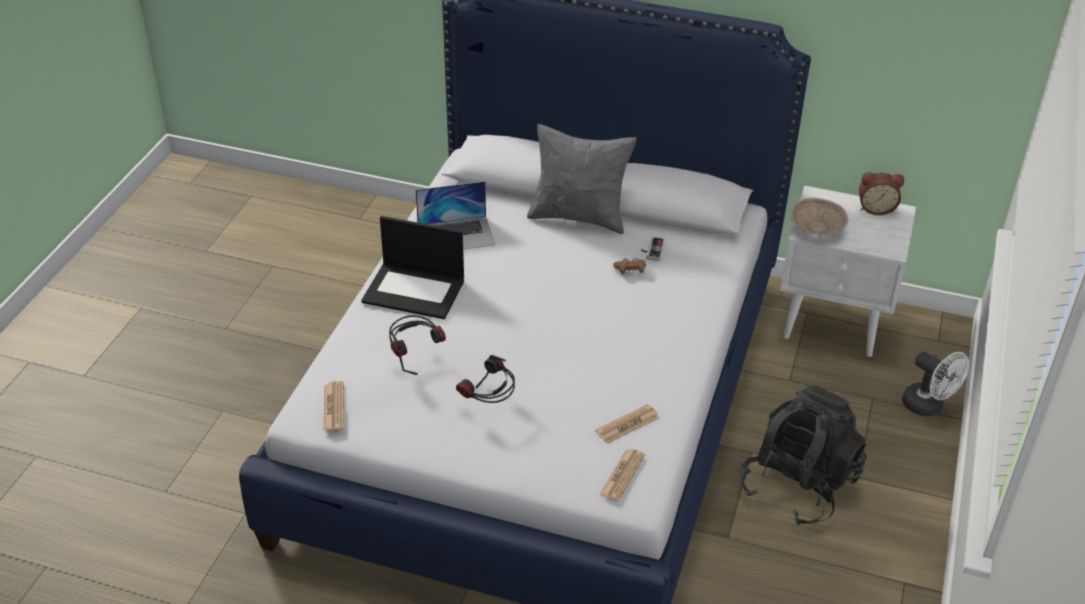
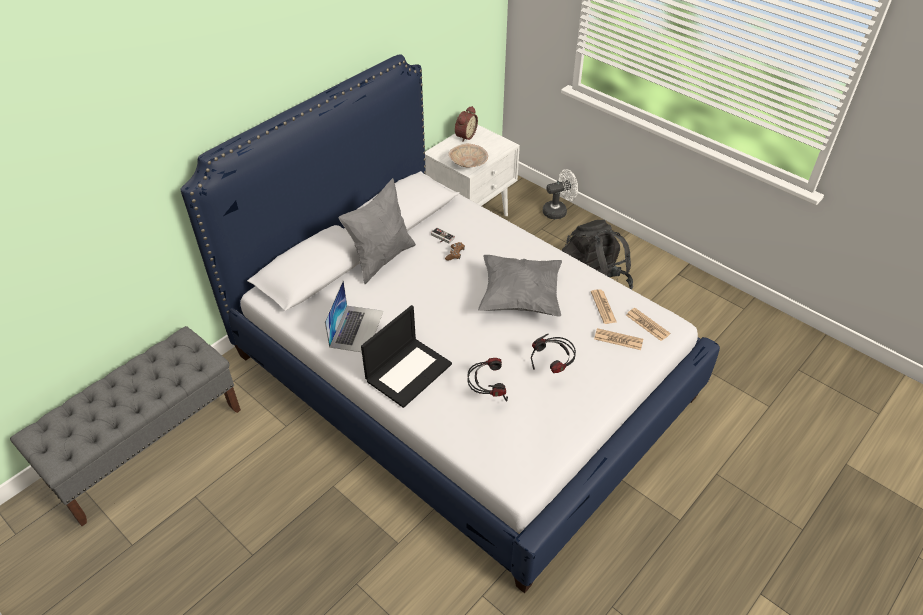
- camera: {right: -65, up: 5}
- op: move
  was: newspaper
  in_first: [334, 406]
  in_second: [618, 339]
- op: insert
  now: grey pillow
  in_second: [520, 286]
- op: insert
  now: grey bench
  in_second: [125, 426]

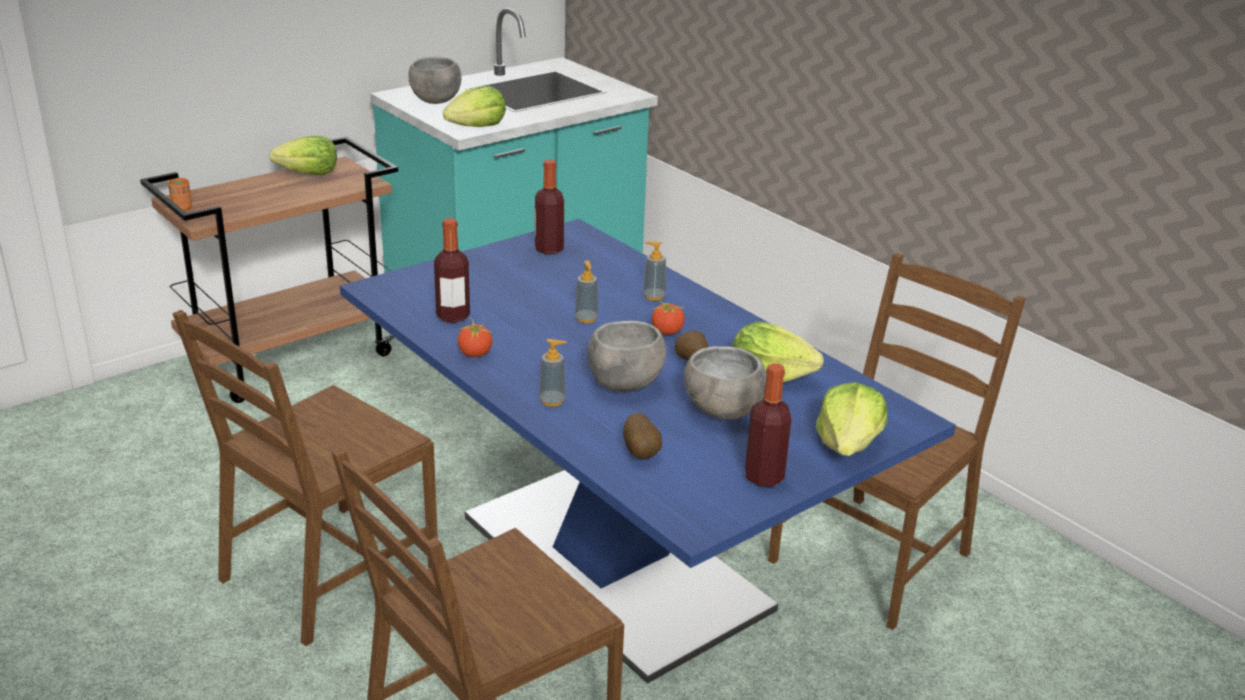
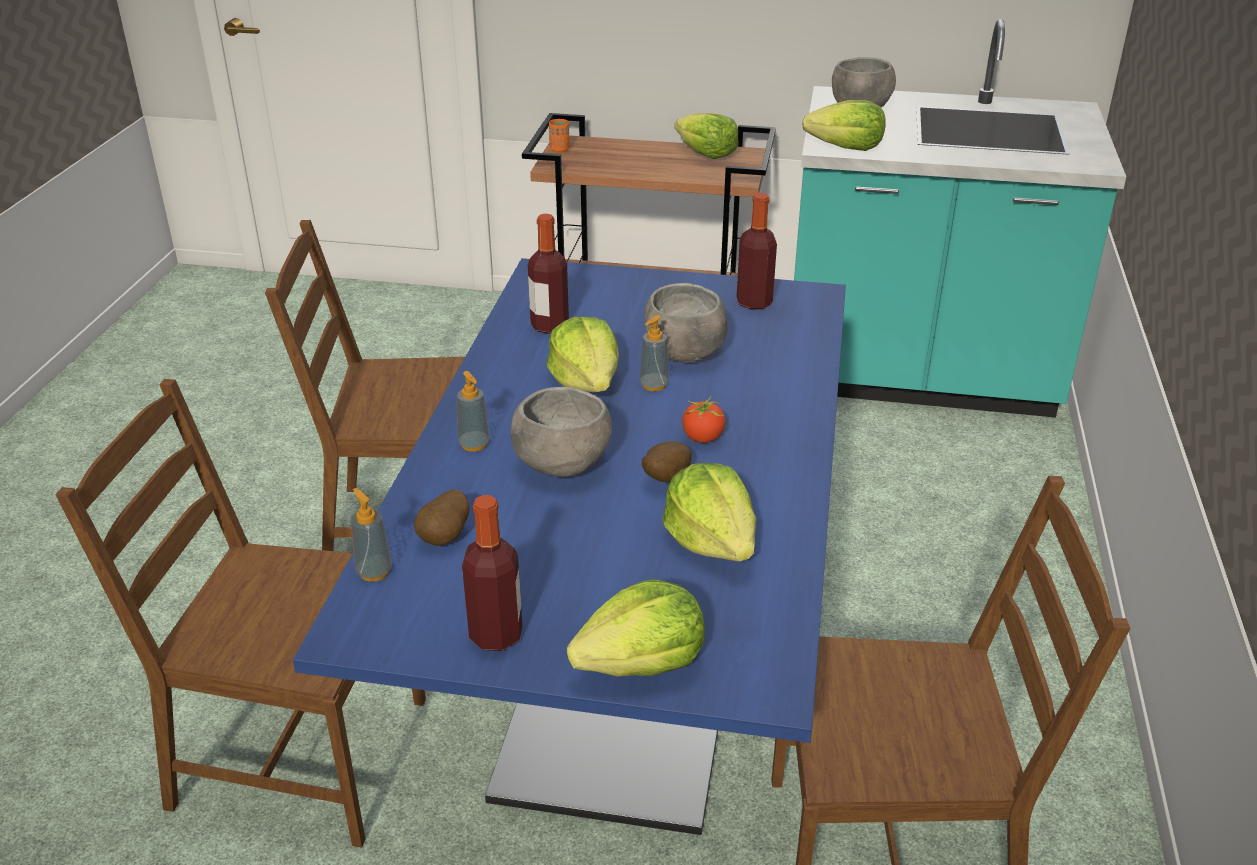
- camera: {right: 50, up: 5}
- op: move
  was: soap dispenser
  in_first: [654, 271]
  in_second: [371, 535]
- op: delete
  was: tomato
  in_first: [475, 337]
- op: move
  was: grey bowl
  in_first: [725, 383]
  in_second: [686, 322]
- op: insert
  now: lettuce
  in_second: [583, 354]

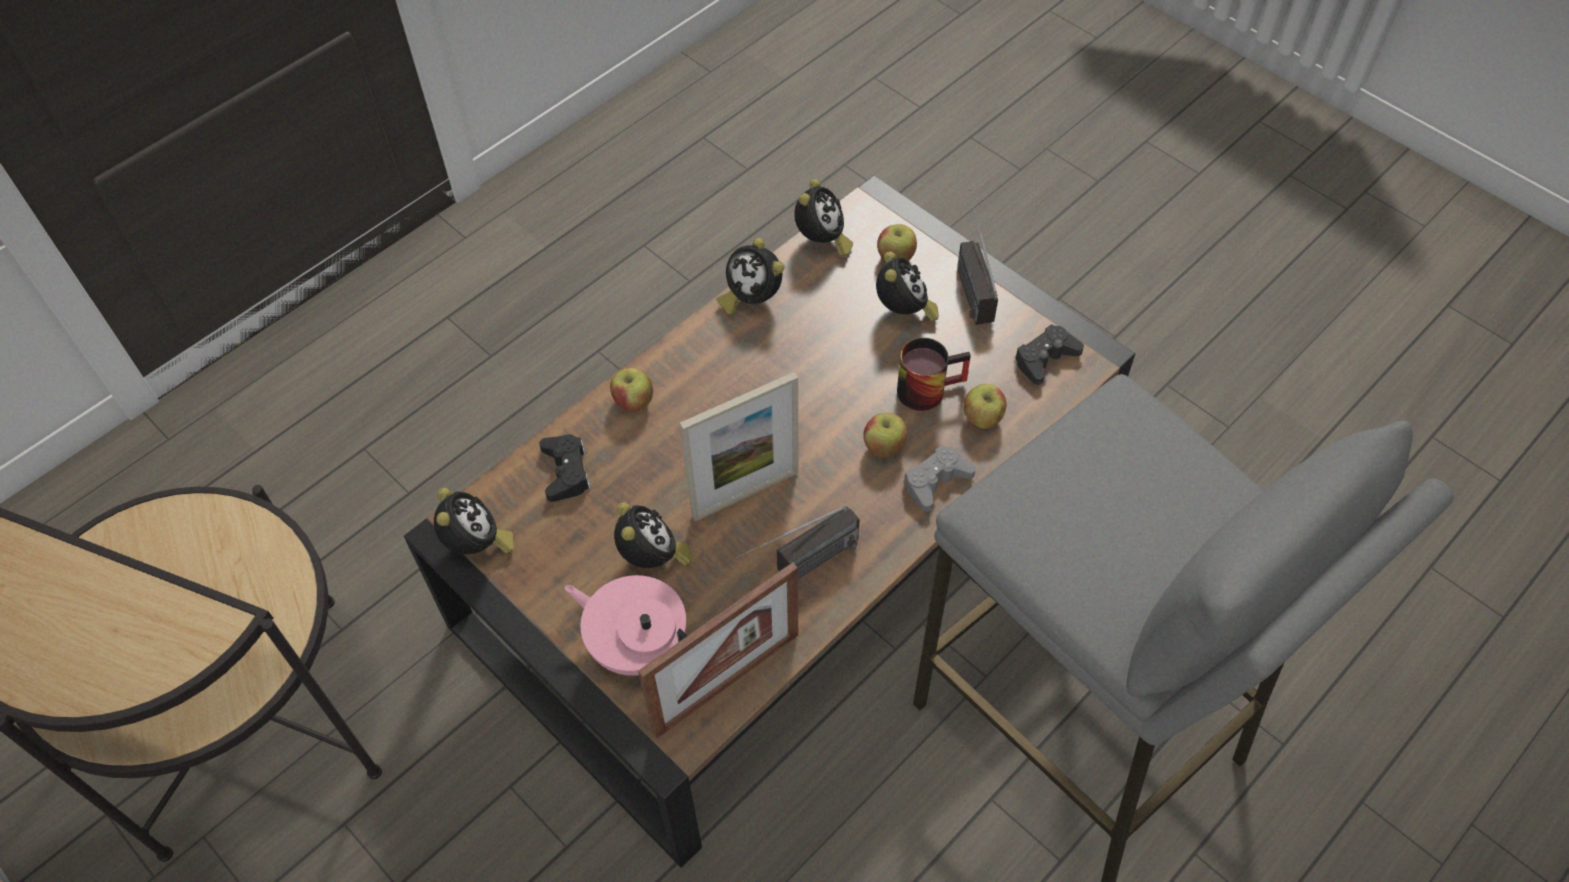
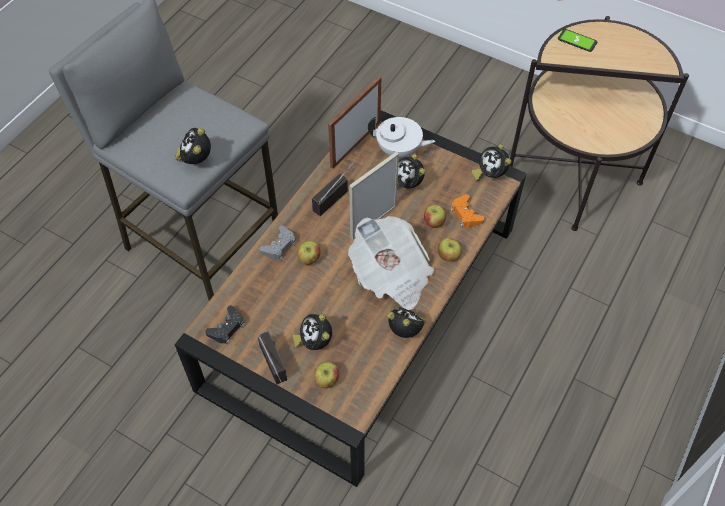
- camera: {right: 165, up: 0}
- op: move
  was: alarm clock
  in_first: [823, 218]
  in_second: [193, 146]
- op: delete
  was: mug
  in_first: [934, 374]
- op: move
  was: apple
  in_first: [985, 406]
  in_second: [435, 216]
- op: recolor
  was: black game controller
  now: orange game controller
  in_first: [565, 468]
  in_second: [467, 211]
- op: recolor
  was: pink teapot
  now: white teapot
  in_first: [626, 625]
  in_second: [401, 137]
- op: insert
  now: phone
  in_second: [577, 40]
- op: insert
  now: newspaper
  in_second: [391, 263]

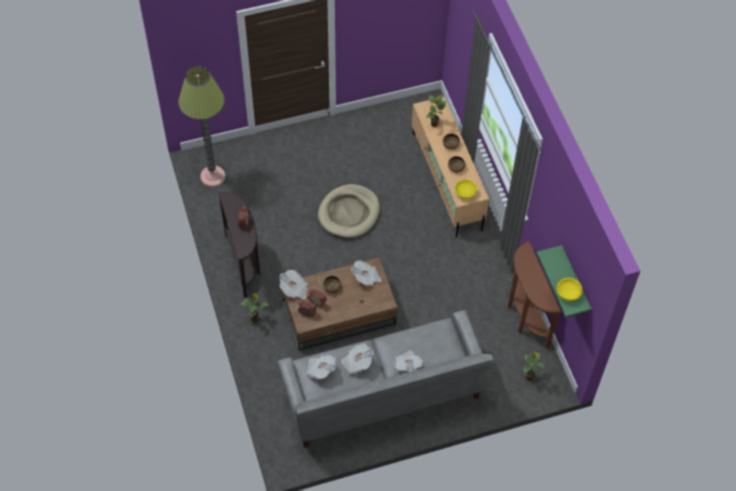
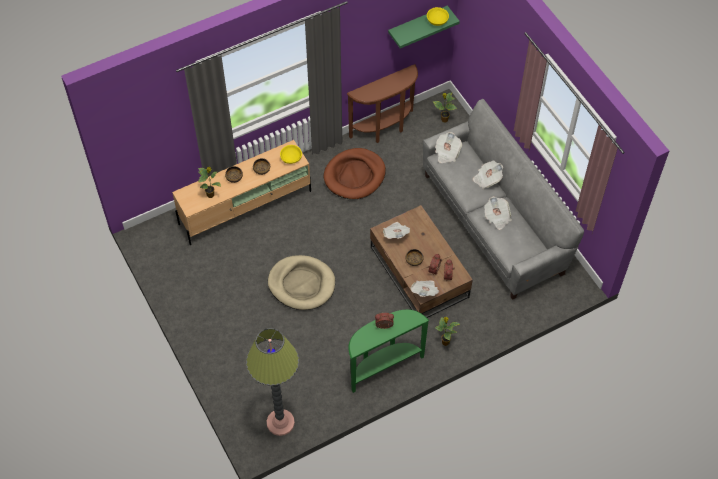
- camera: {right: -100, up: 0}
- op: recolor
  was: brown console table
  now: green console table
  in_first: [239, 245]
  in_second: [389, 351]
- op: move
  was: newspaper
  in_first: [321, 367]
  in_second: [448, 147]
- op: insert
  now: brown dog bed
  in_second: [355, 173]

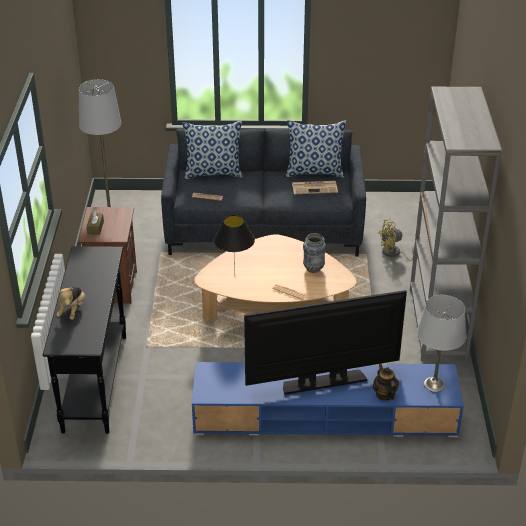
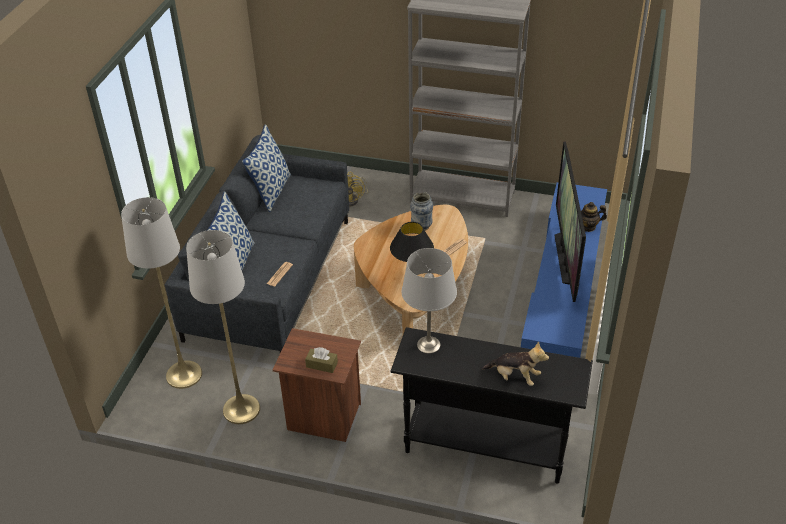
- camera: {right: -75, up: 5}
- op: delete
  was: newspaper
  in_first: [315, 187]
- op: move
  was: grey table lamp
  in_first: [441, 343]
  in_second: [429, 301]
- op: insert
  now: grey floor lamp
  in_second: [161, 293]

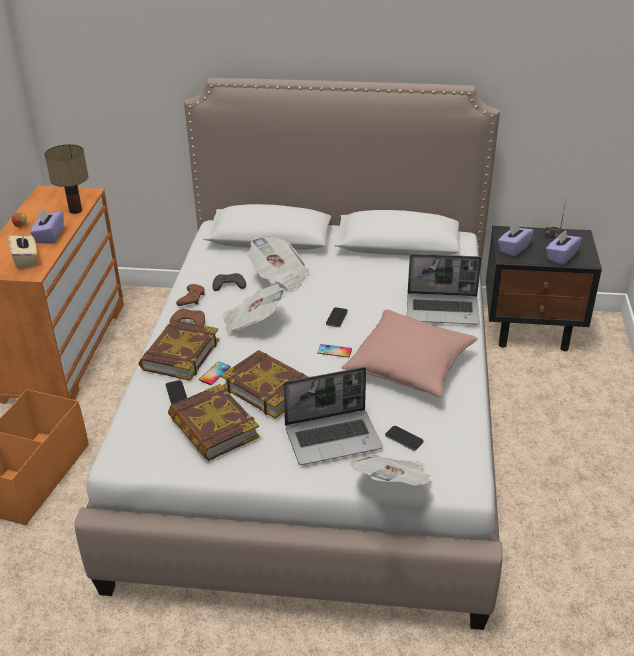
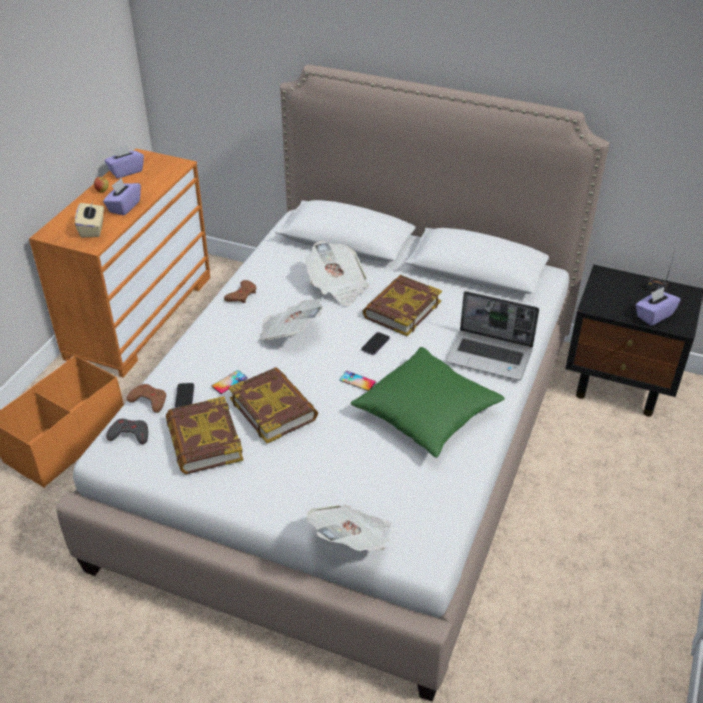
- camera: {right: 15, up: 5}
- op: delete
  was: table lamp
  in_first: [66, 179]
- op: move
  was: purple tissue box
  in_first: [516, 239]
  in_second: [124, 161]
- op: move
  was: grey game controller
  in_first: [229, 282]
  in_second: [127, 431]
- op: move
  was: brown game controller
  in_first: [187, 317]
  in_second: [146, 398]
- op: recolor
  was: pink pillow
  now: green pillow
  in_first: [409, 354]
  in_second: [428, 402]
- op: move
  was: book
  in_first: [179, 350]
  in_second: [402, 305]
- op: delete
  was: laptop
  in_first: [333, 416]
- op: delete
  was: phone
  in_first: [404, 438]

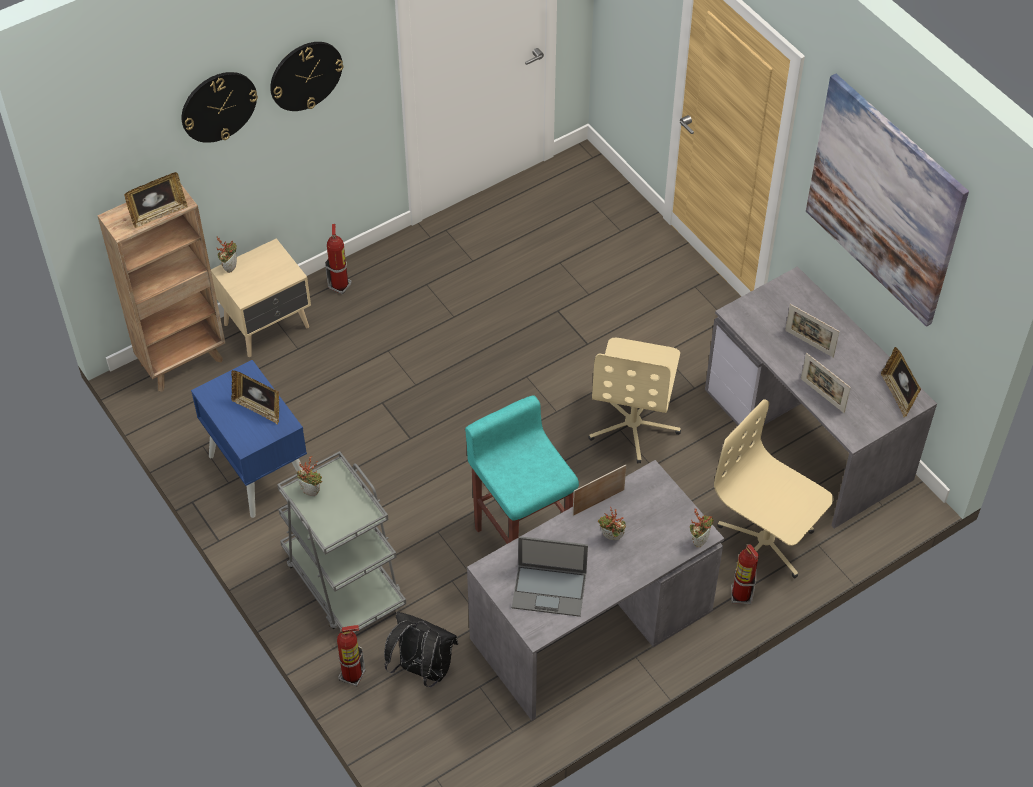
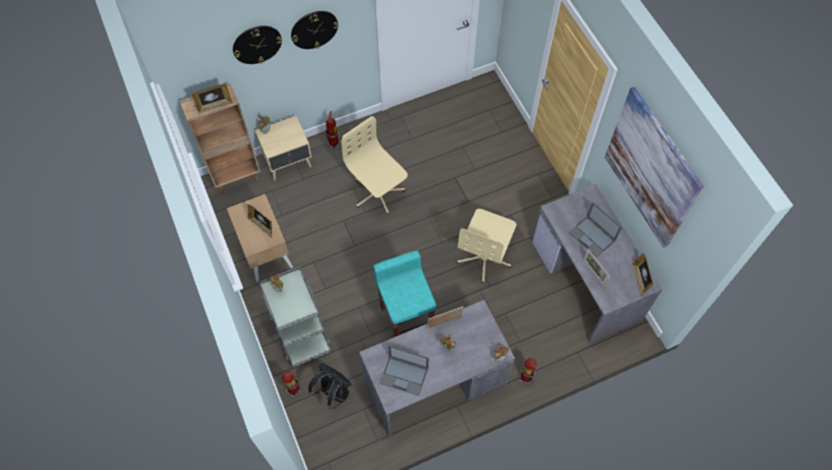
- camera: {right: 10, up: 10}
- op: replace
  was: picture frame
  now: laptop
  in_first: [812, 331]
  in_second: [595, 230]
- op: recolor
  was: blue nightstand
  now: beige nightstand
  in_first: [249, 439]
  in_second: [260, 238]
- op: move
  was: beige office chair
  in_first: [774, 488]
  in_second: [374, 165]

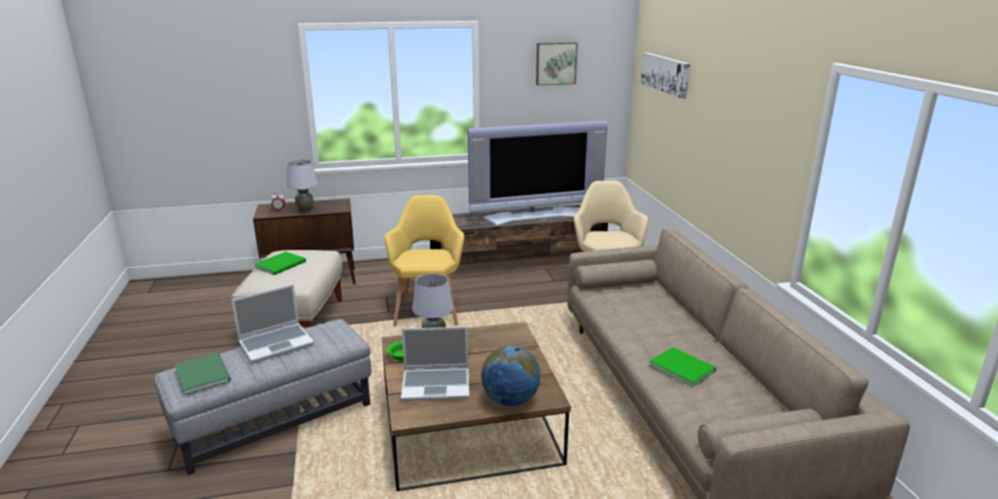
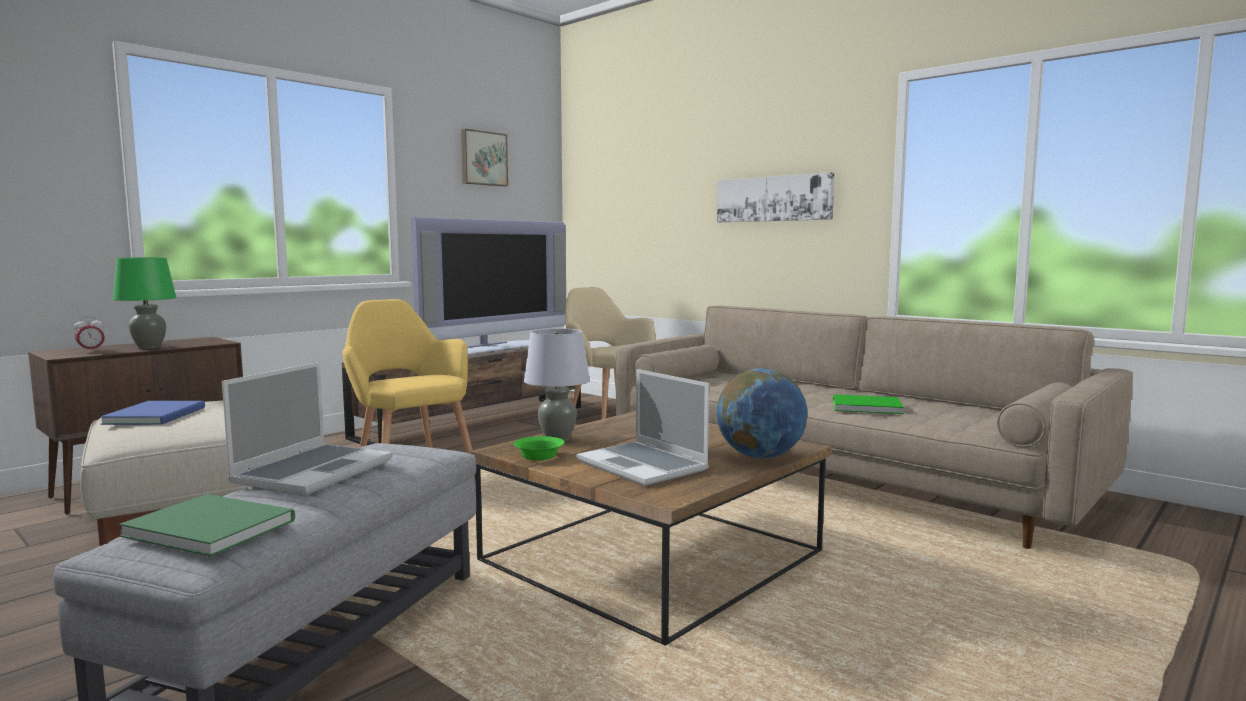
- camera: {right: -35, up: -15}
- op: move
  was: picture
  in_first: [665, 75]
  in_second: [776, 197]
- op: recolor
  was: grey table lamp
  now: green table lamp
  in_first: [302, 186]
  in_second: [145, 303]
- op: recolor
  was: green book
  now: blue book
  in_first: [280, 263]
  in_second: [152, 413]
- op: rotate
  was: laptop
  in_first: [435, 364]
  in_second: [643, 427]
  clockwise: 90

